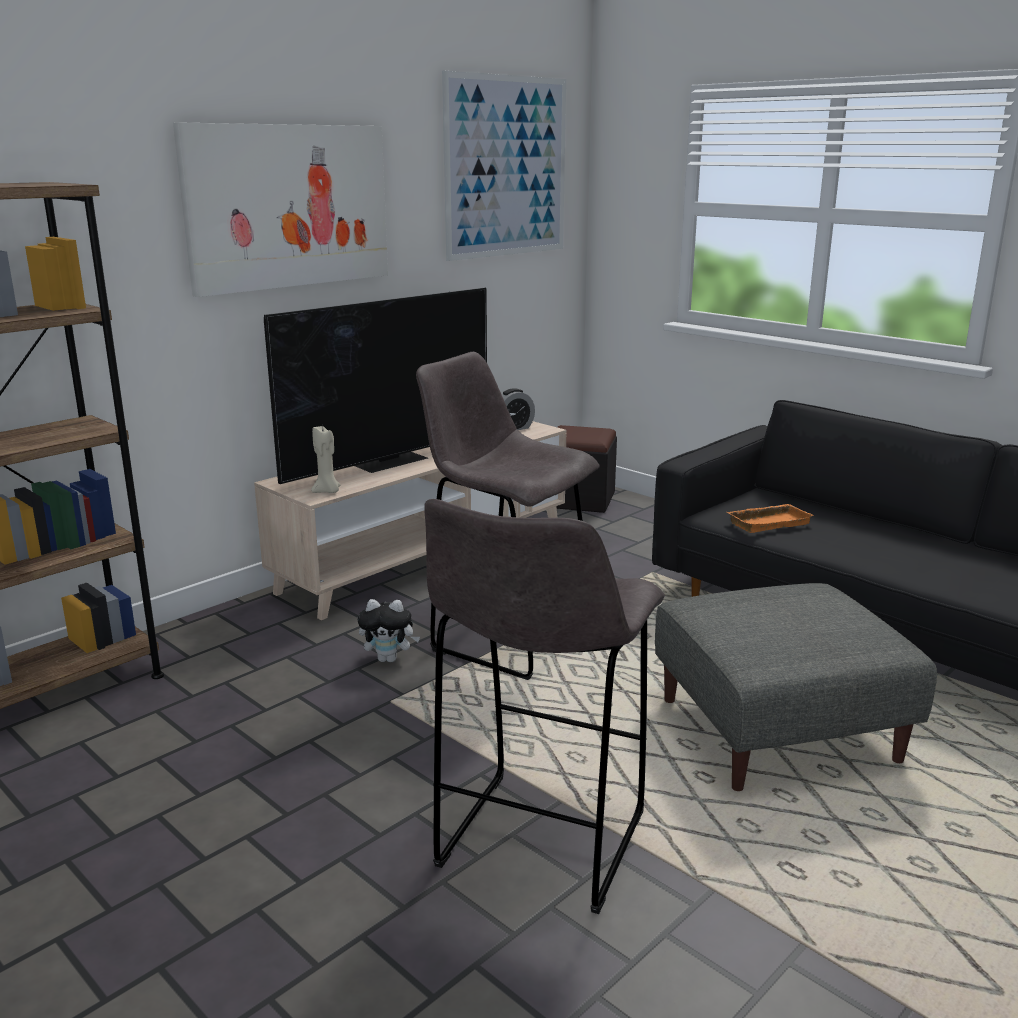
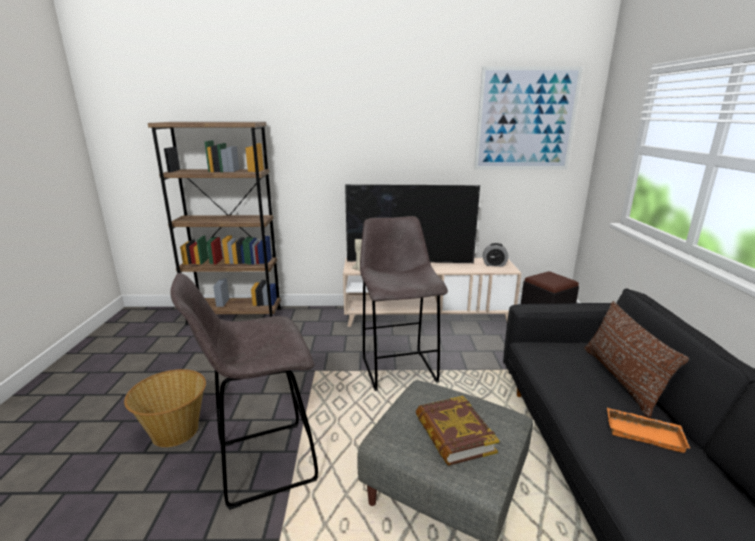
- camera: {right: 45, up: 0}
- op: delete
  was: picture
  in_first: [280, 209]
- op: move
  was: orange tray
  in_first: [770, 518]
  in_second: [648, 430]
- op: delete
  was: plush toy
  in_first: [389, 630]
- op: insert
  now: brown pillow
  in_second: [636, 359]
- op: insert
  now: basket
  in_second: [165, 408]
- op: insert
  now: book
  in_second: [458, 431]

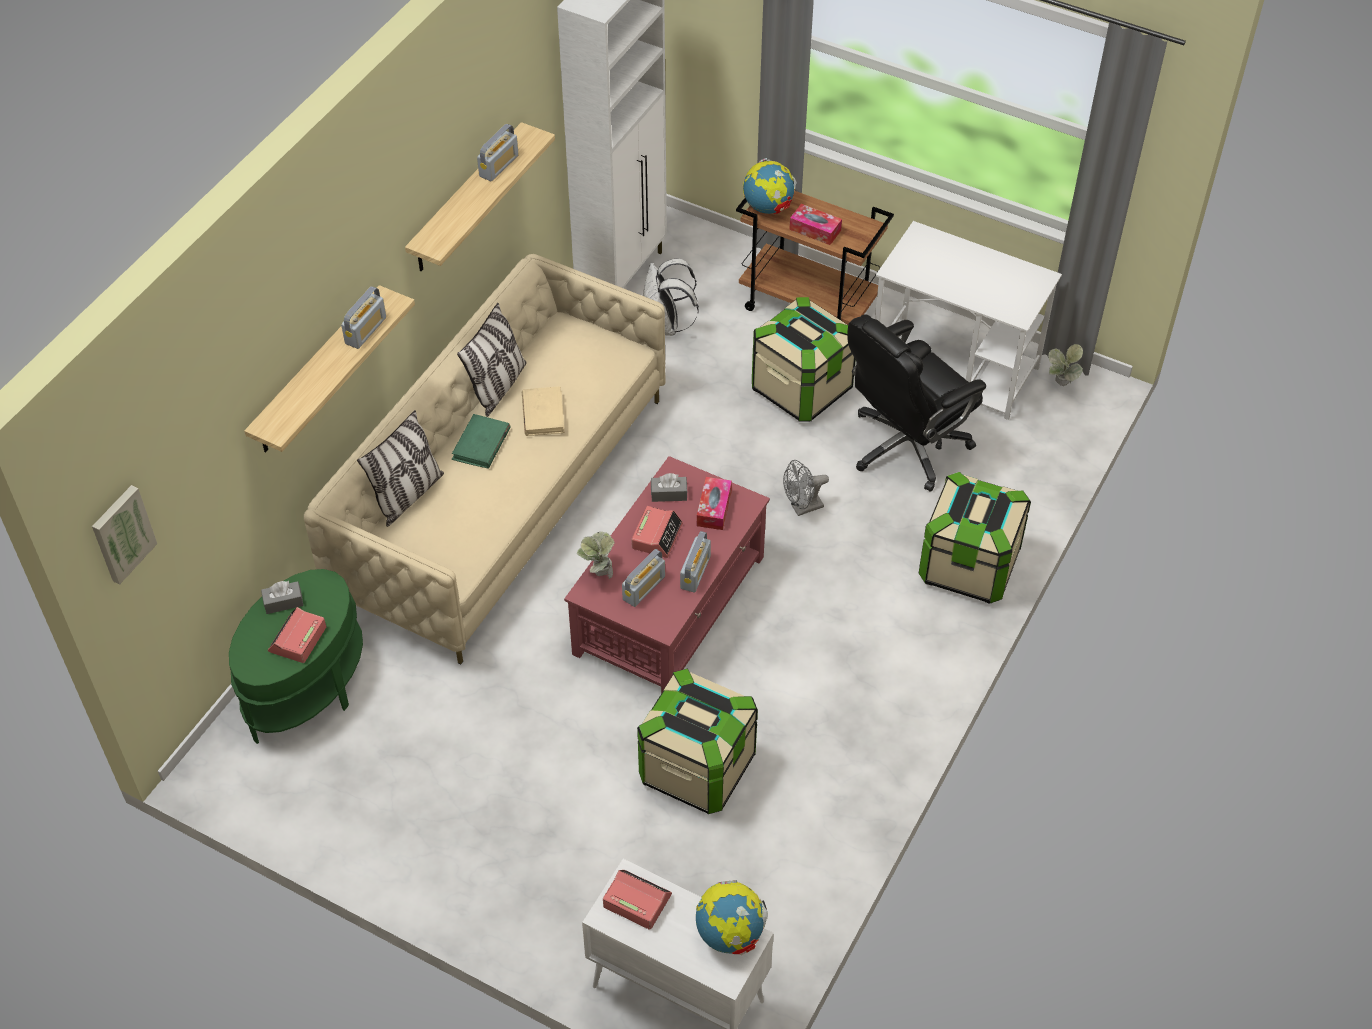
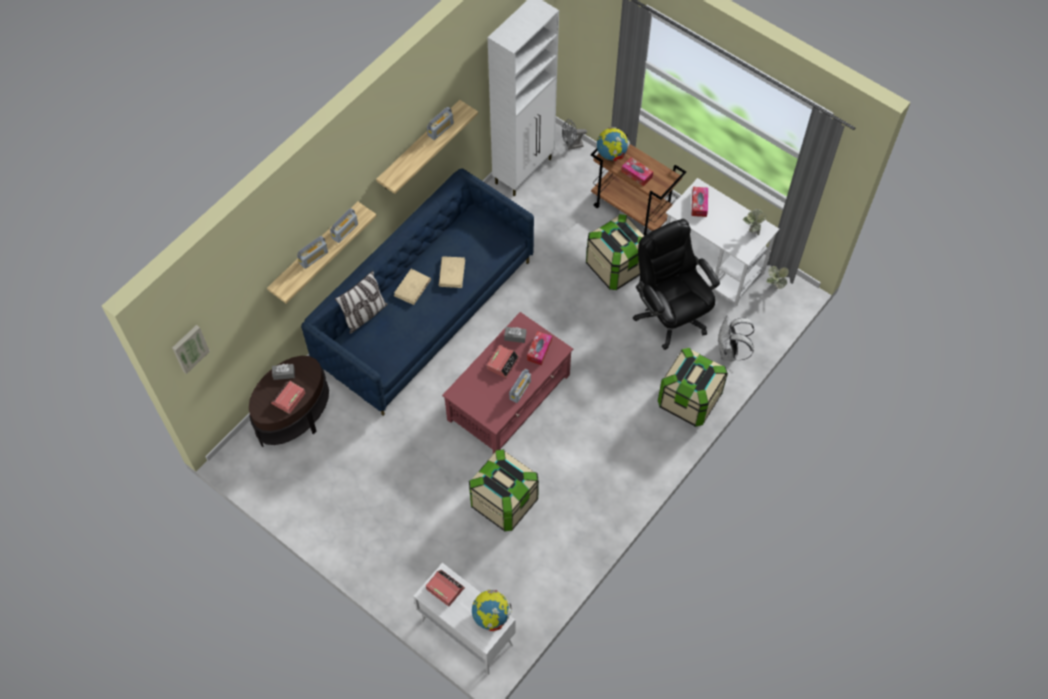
- camera: {right: 10, up: 10}
- op: recolor
  was: beige sofa
  now: blue sofa
  in_first: [484, 459]
  in_second: [417, 292]
- op: move
  was: white backpack
  in_first: [671, 297]
  in_second: [736, 338]
- op: delete
  was: pillow
  in_first: [491, 360]
- op: rotate
  was: black office chair
  in_first: [916, 403]
  in_second: [676, 284]
  clockwise: 90
- op: recolor
  was: green book
  now: beige book
  in_first: [481, 441]
  in_second: [412, 287]
- op: move
  was: grey fan
  in_first: [806, 488]
  in_second: [574, 134]
- op: move
  was: potted plant
  in_first: [596, 555]
  in_second: [754, 222]
- op: move
  was: radio
  in_first: [643, 578]
  in_second: [312, 252]
- op: recolor
  was: green side table
  now: brown side table
  in_first: [296, 656]
  in_second: [289, 401]
- op: insert
  now: tissue box
  in_second: [700, 202]

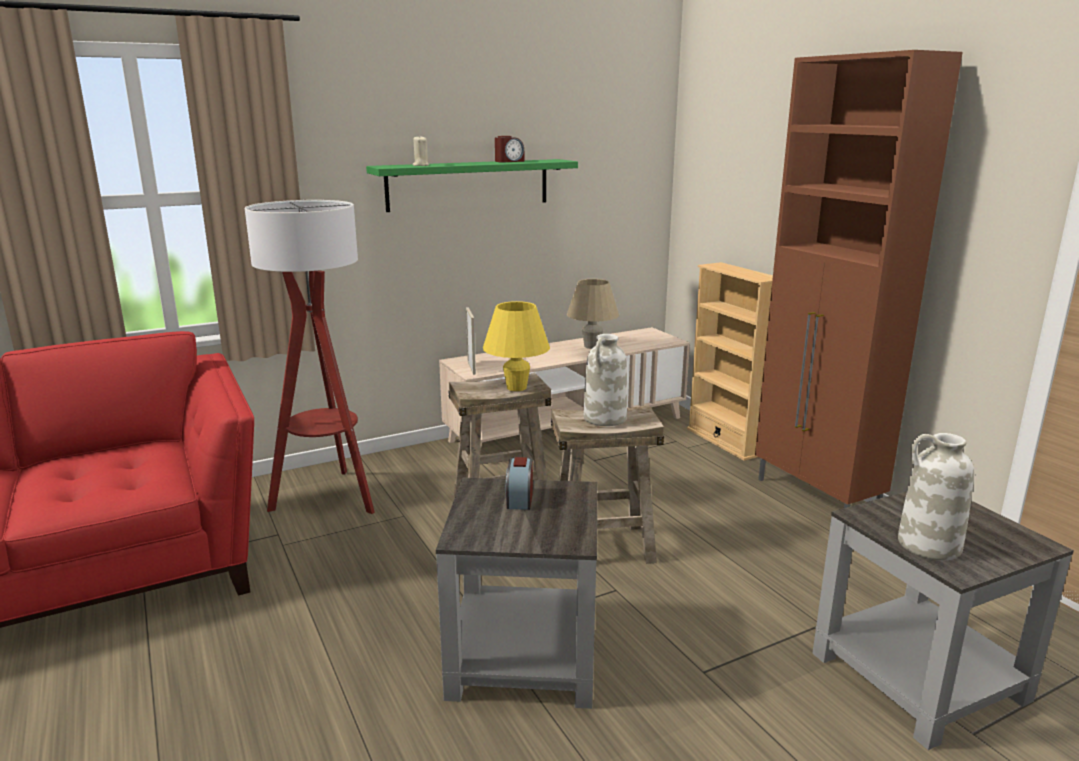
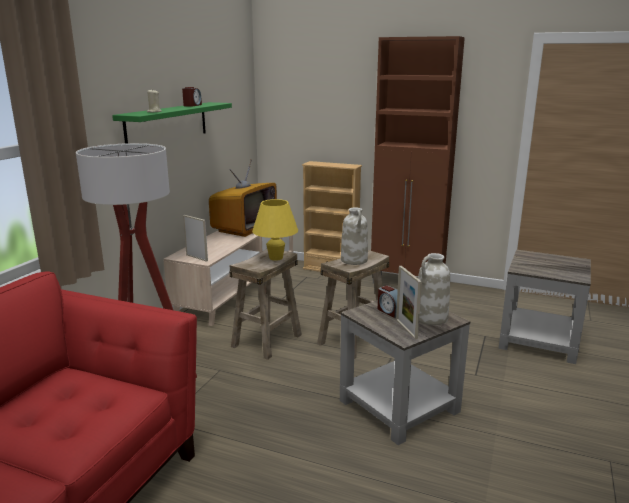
- camera: {right: -40, up: 0}
- op: replace
  was: beige table lamp
  now: television
  in_first: [593, 314]
  in_second: [243, 198]
- op: move
  was: white vase
  in_first: [936, 496]
  in_second: [434, 289]
- op: insert
  now: picture frame
  in_second: [409, 303]

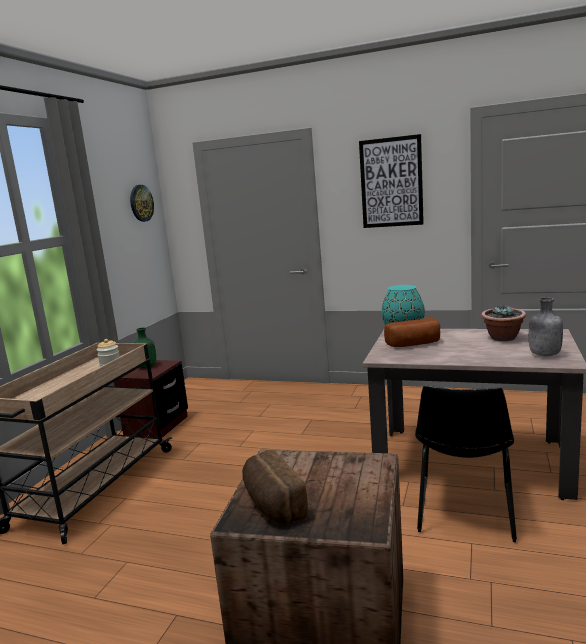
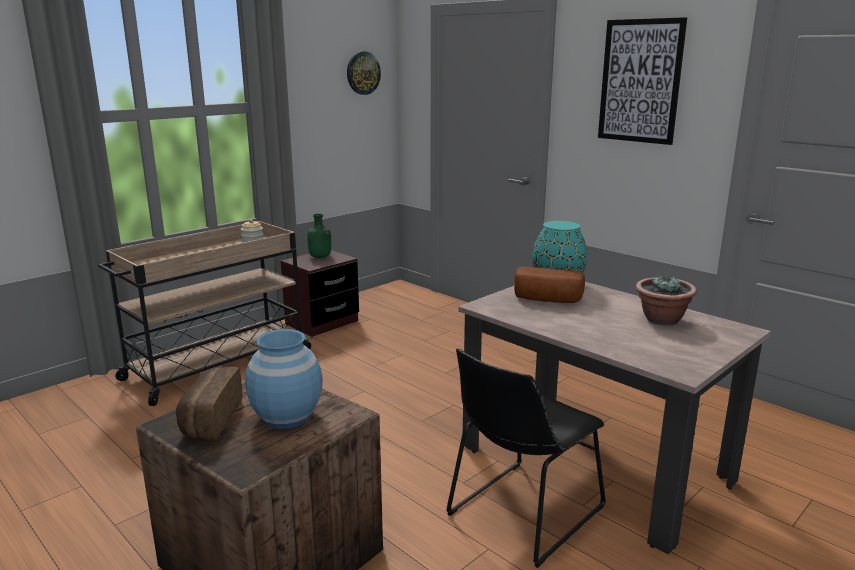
- camera: {right: 25, up: 5}
- op: delete
  was: grey bottle
  in_first: [546, 326]
- op: insert
  now: blue vase
  in_second: [284, 379]

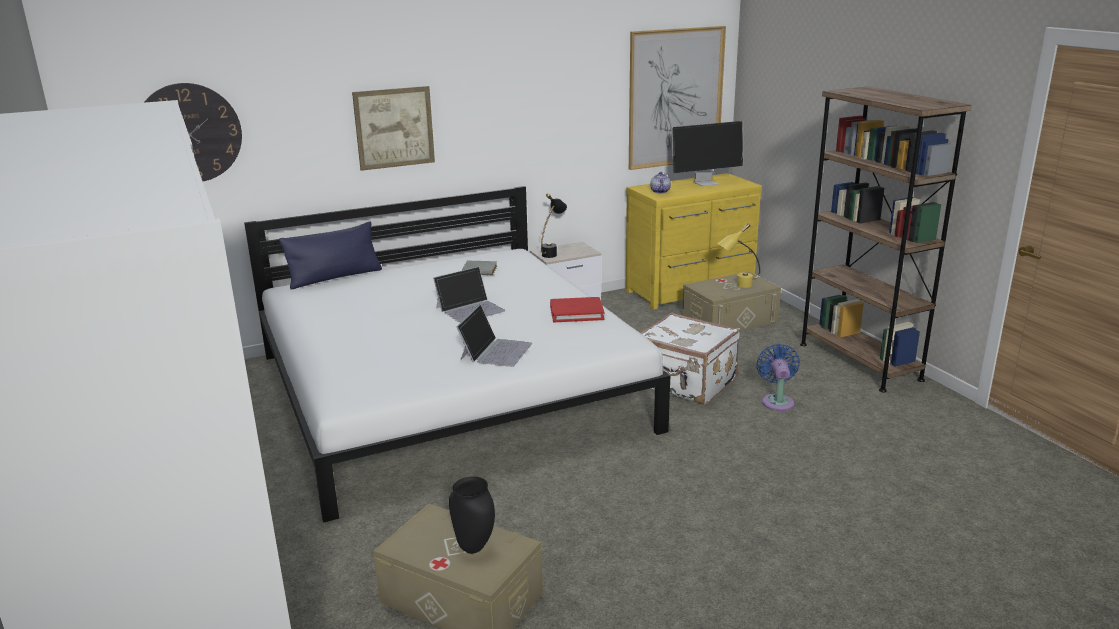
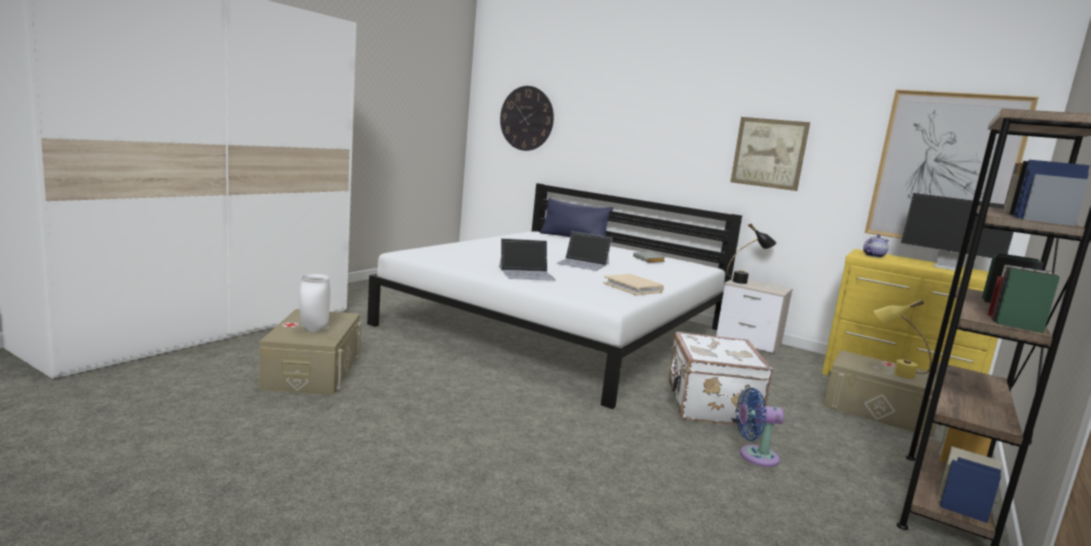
- camera: {right: 55, up: -10}
- op: move
  was: picture
  in_first: [393, 128]
  in_second: [770, 154]
- op: recolor
  was: red book
  now: beige book
  in_first: [577, 309]
  in_second: [633, 285]
- op: rotate
  was: blue fan
  in_first: [778, 377]
  in_second: [760, 427]
  clockwise: -150
- op: recolor
  was: black vase
  now: white vase
  in_first: [472, 515]
  in_second: [315, 303]

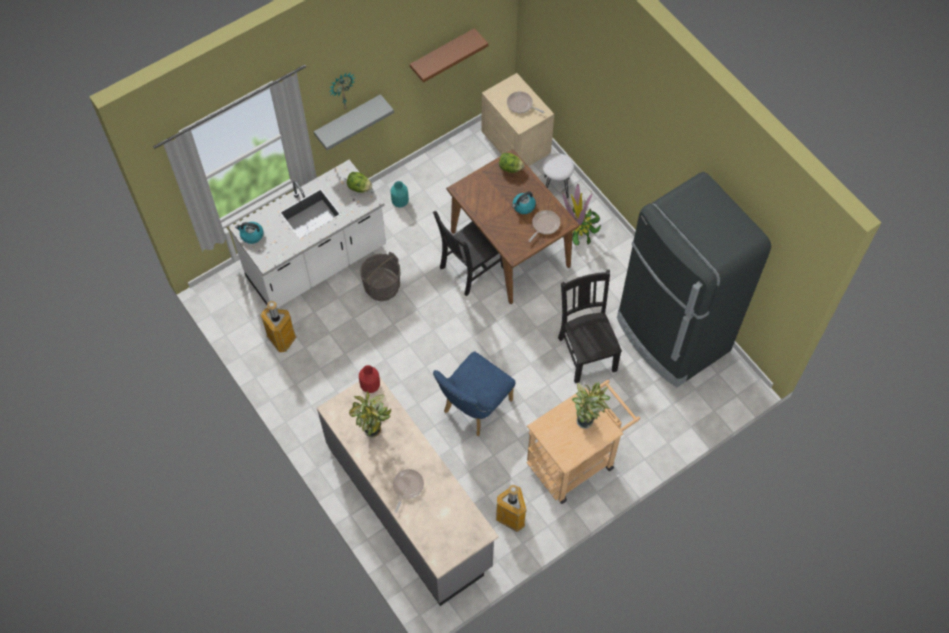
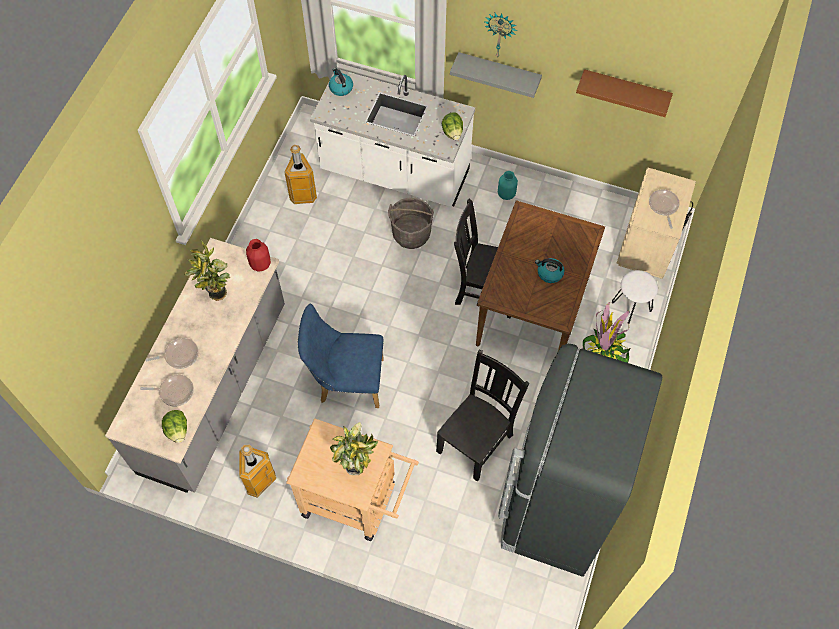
- camera: {right: 55, up: 0}
- op: move
  was: lettuce
  in_first: [511, 163]
  in_second: [174, 426]
- op: move
  was: frying pan
  in_first: [544, 226]
  in_second: [167, 391]

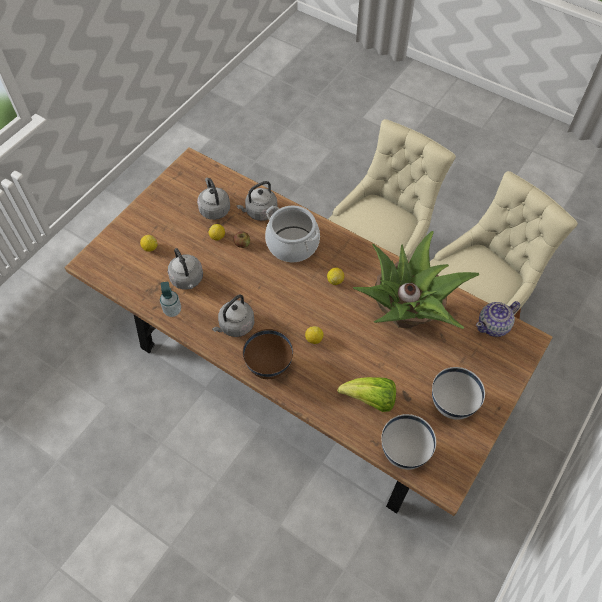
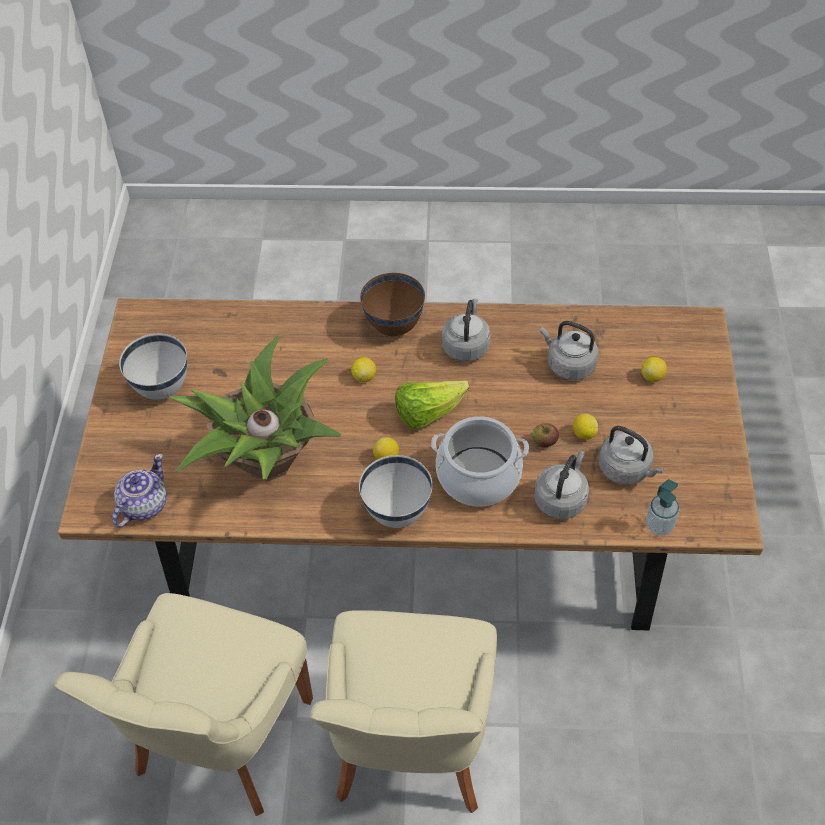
- camera: {right: 150, up: -5}
- op: move
  was: soap dispenser
  in_first: [170, 299]
  in_second: [662, 507]
- op: move
  was: lettuce
  in_first: [366, 394]
  in_second: [432, 404]
- op: move
  was: white bowl
  in_first: [408, 442]
  in_second: [395, 491]

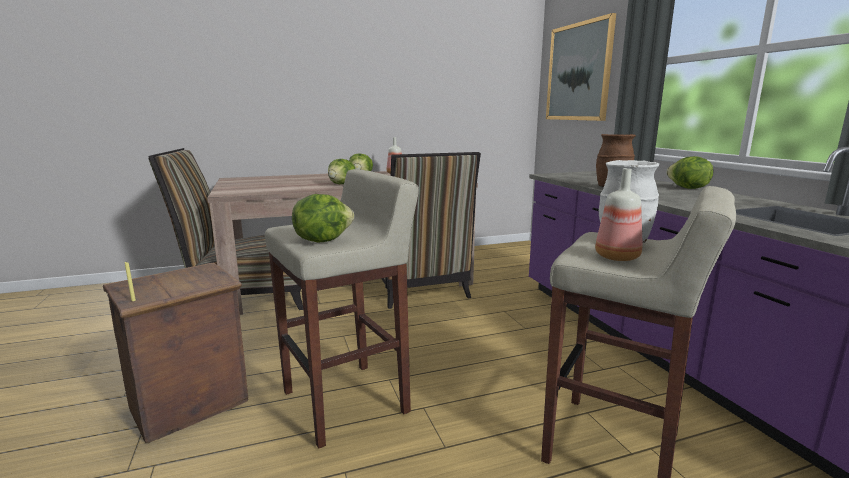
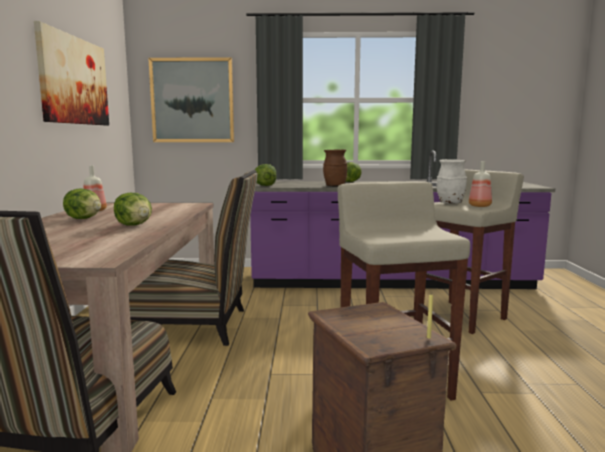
- camera: {right: -70, up: -5}
- op: move
  was: lettuce
  in_first: [323, 218]
  in_second: [266, 175]
- op: insert
  now: picture
  in_second: [71, 73]

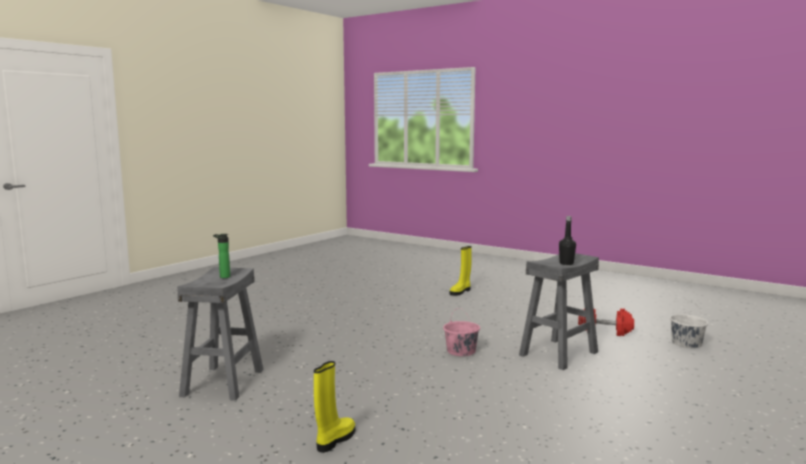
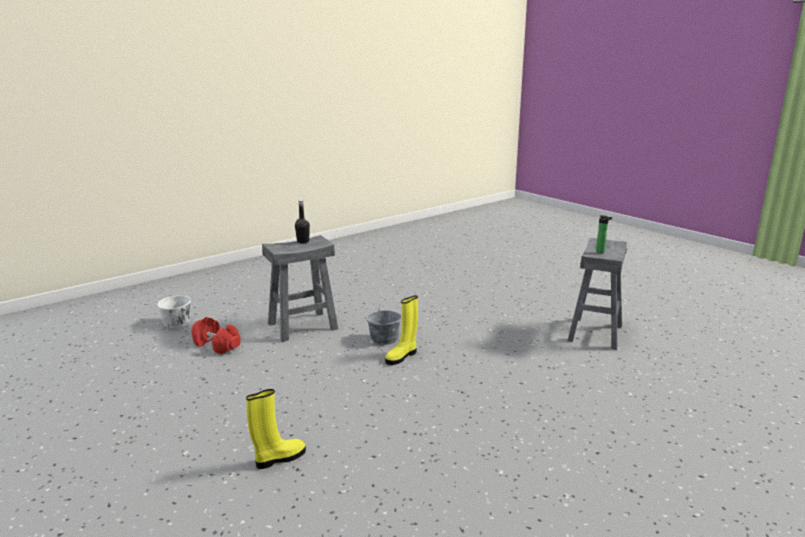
- camera: {right: -165, up: 10}
- op: recolor
  was: pink bucket
  now: grey bucket
  in_first: [461, 332]
  in_second: [384, 322]
- op: move
  was: yellow boot
  in_first: [334, 407]
  in_second: [401, 330]

